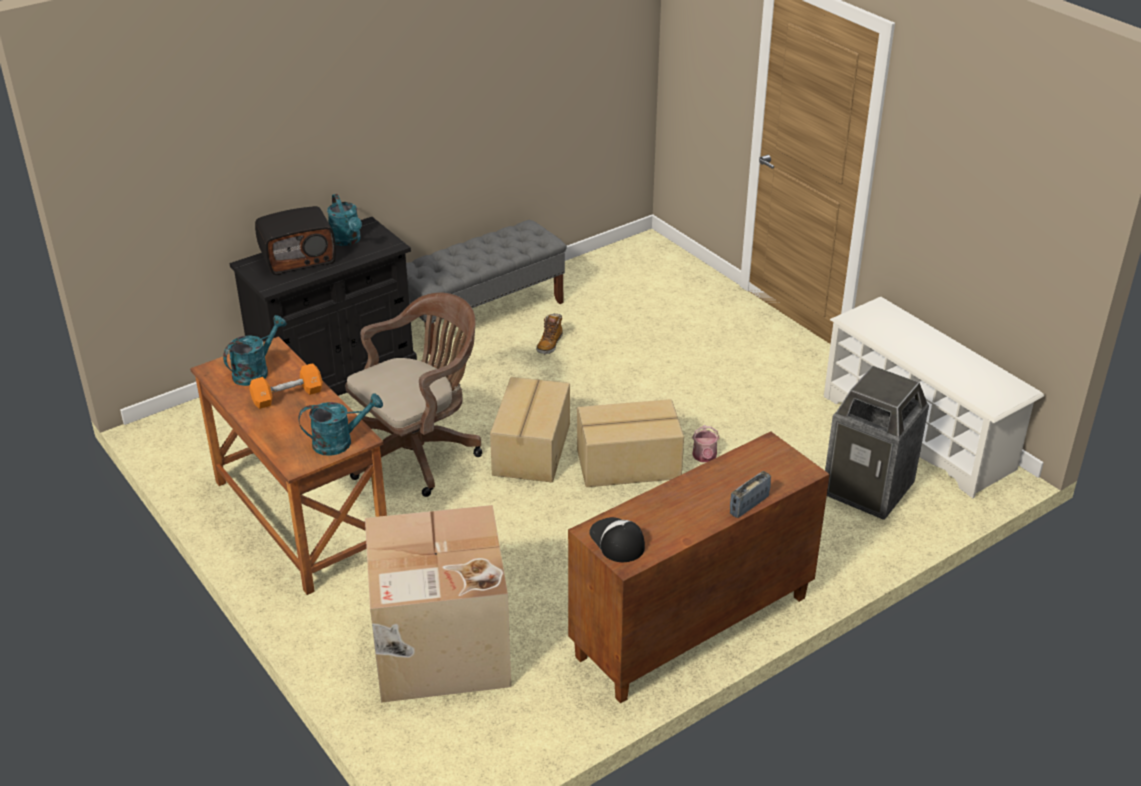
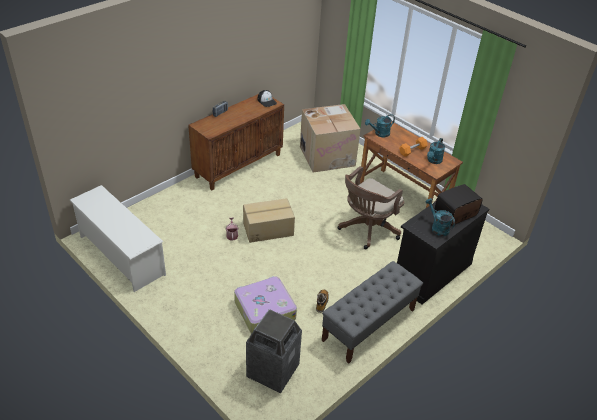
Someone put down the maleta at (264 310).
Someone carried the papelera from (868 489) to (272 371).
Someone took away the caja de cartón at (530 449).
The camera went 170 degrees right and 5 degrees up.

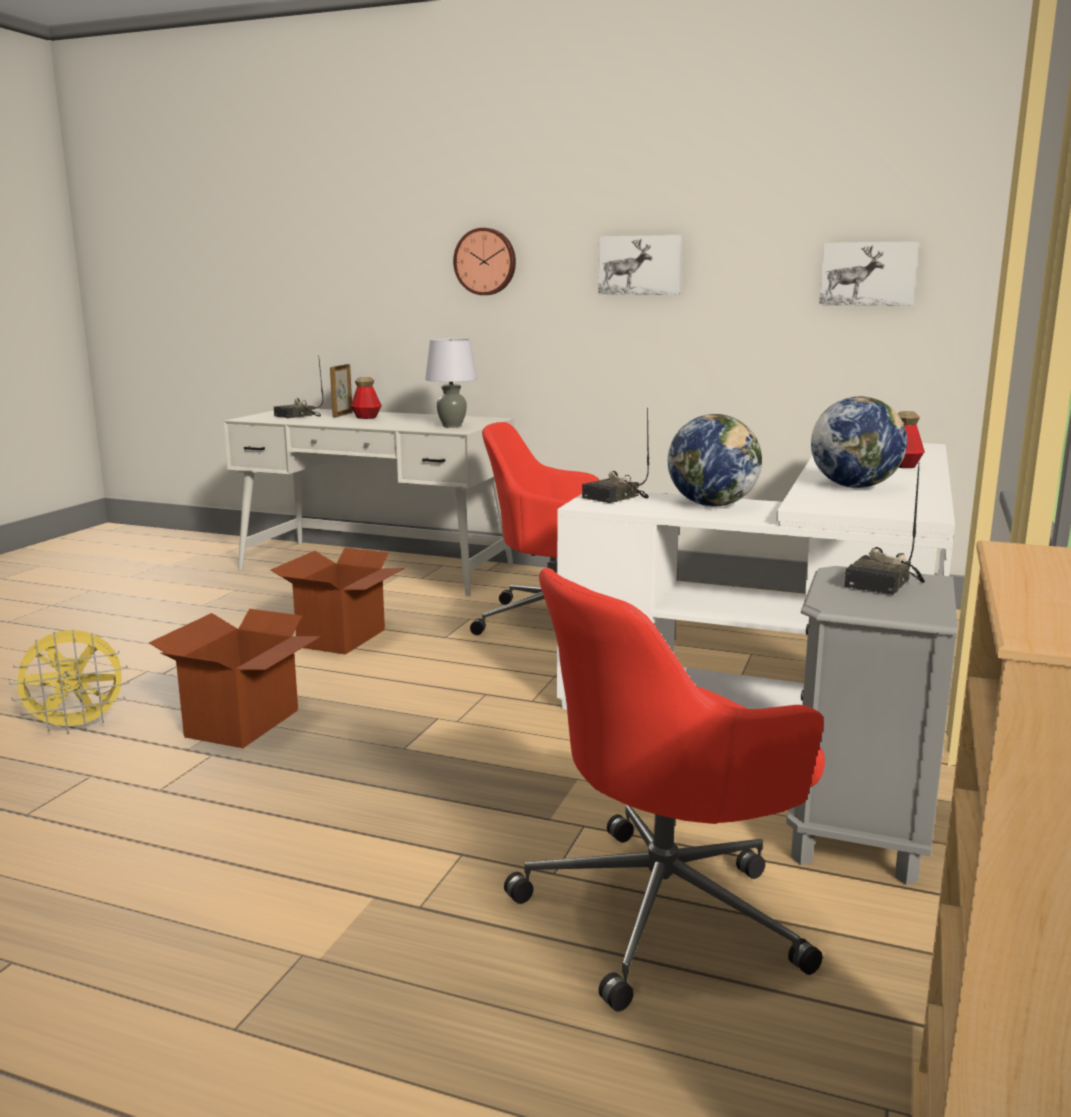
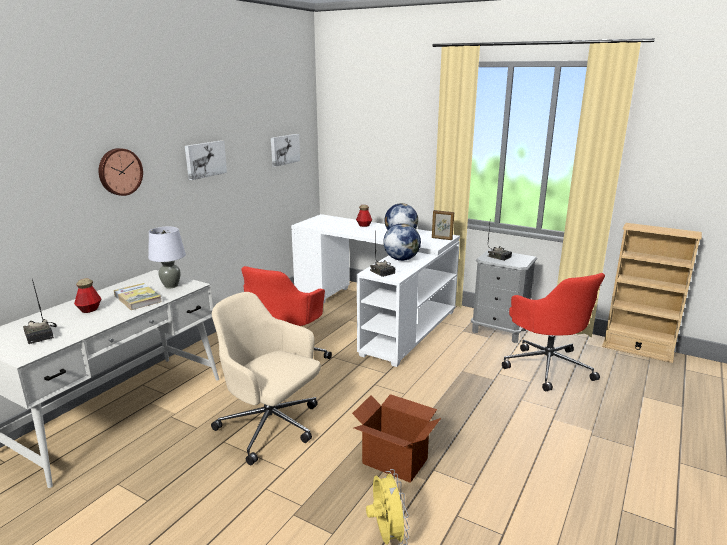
Someone put down the libro at (138 298).
Someone swapped the caja de cartón at (343 638) for the silla de oficina/beis at (271 427).
Someone carried the portarretratos from (342 415) to (442 239).
The camera went 80 degrees left and 5 degrees up.

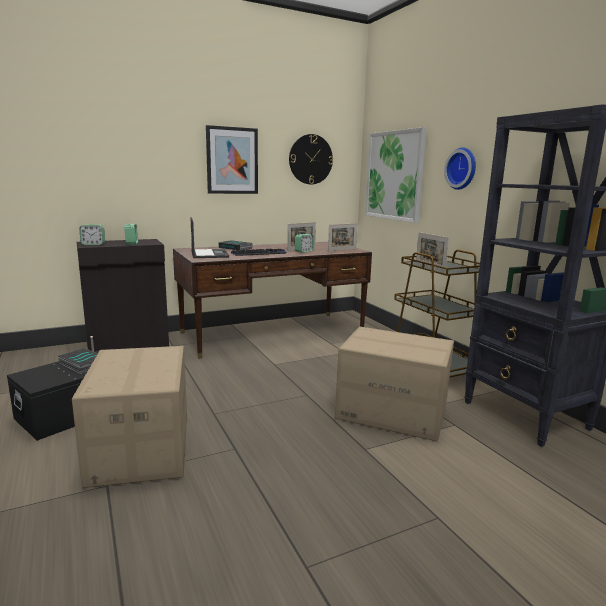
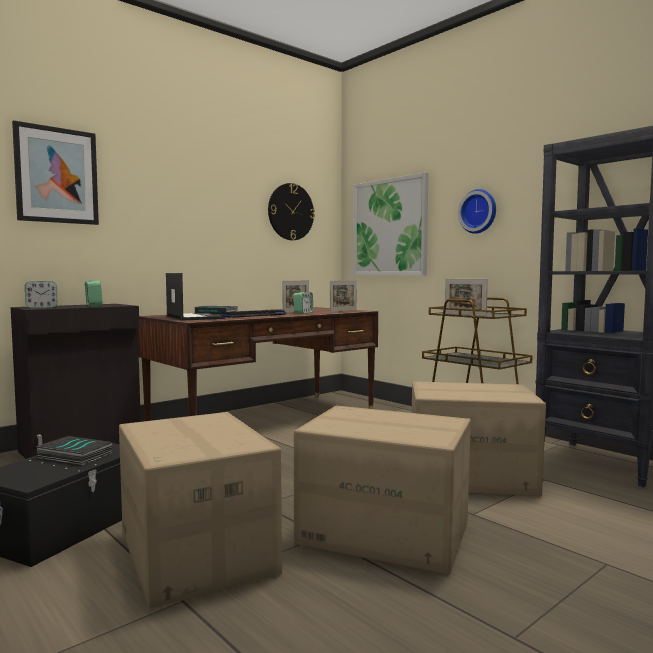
Someone carried the cuadro from (232 160) to (56 175).
Someone put down the caja de cartón at (385 533).
The camera went 15 degrees left and 10 degrees down.

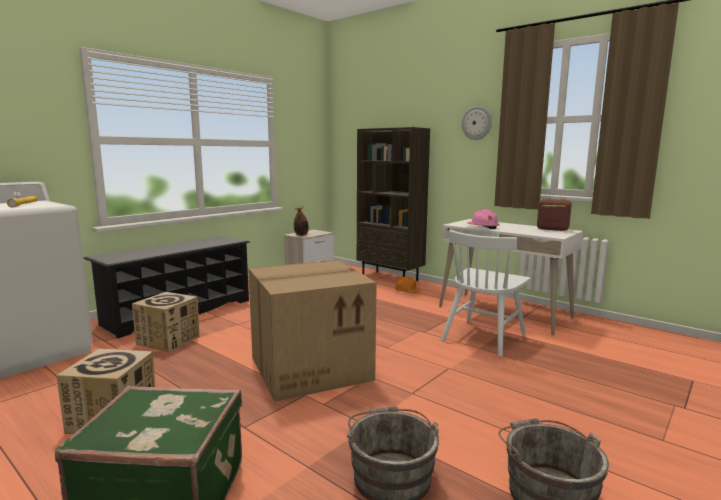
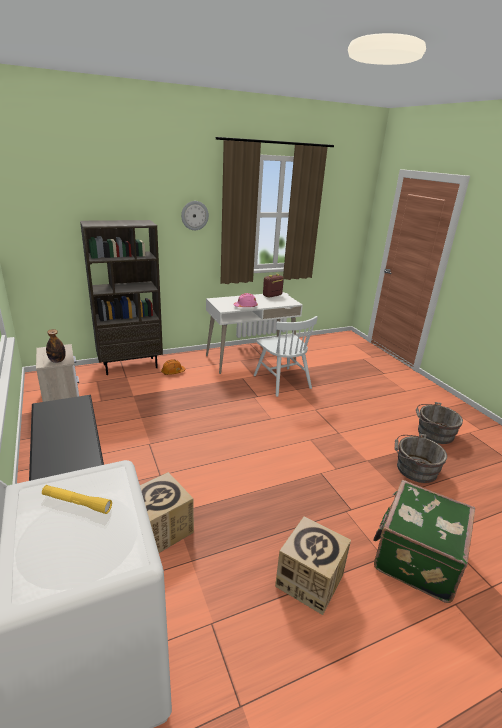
Someone took away the caja de cartón at (311 367).
The camera went 65 degrees left and 15 degrees up.

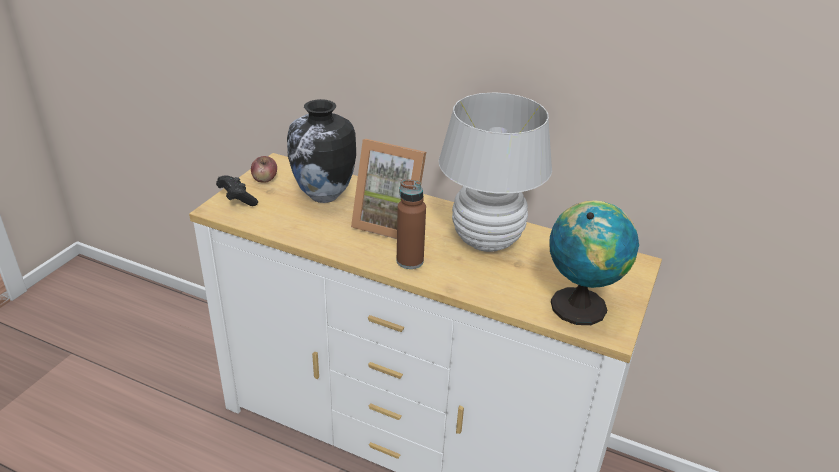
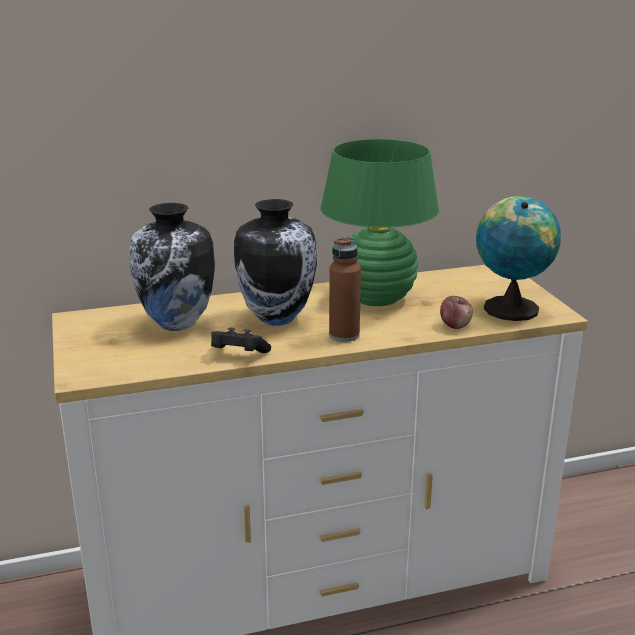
Someone carried the mando de consola/negro from (237 199) to (238 355).
Someone swapped the portarretratos at (390 222) for the florero at (277 318).
Someone repainted the lámpara de mesa/blanco at (486 240), which became the lámpara de mesa/verde at (376 298).
Someone carried the manzana from (265 179) to (455 325).
The camera went 40 degrees left and 10 degrees down.

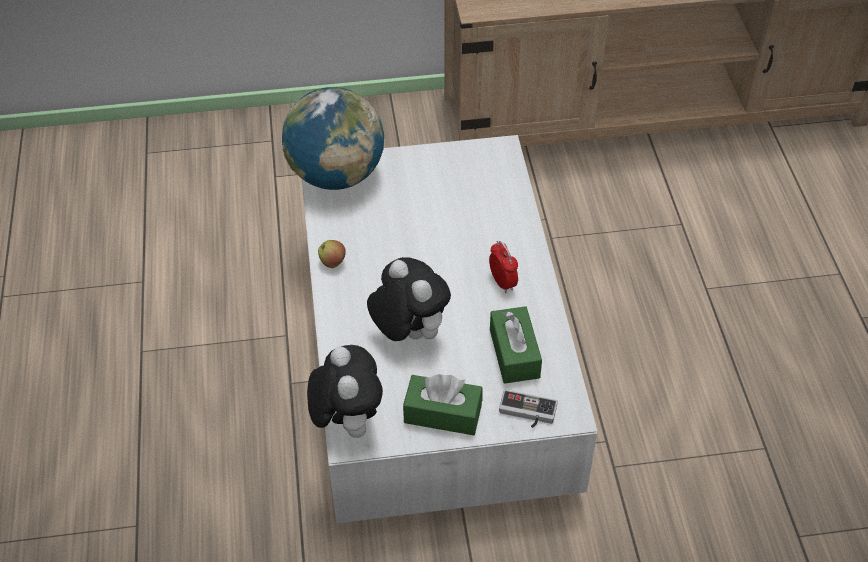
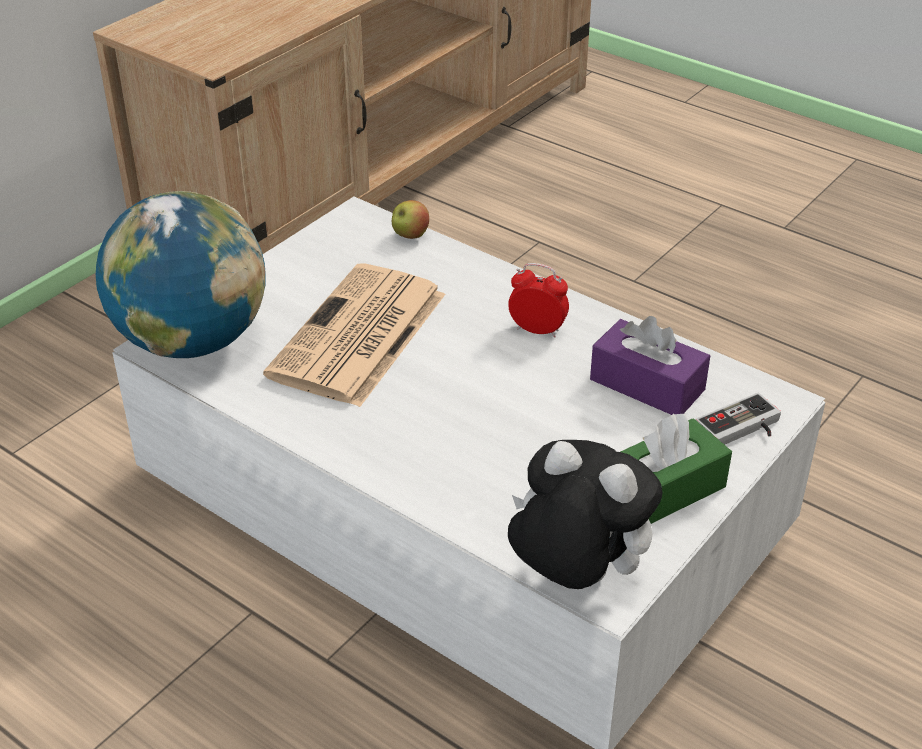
Someone put down the periódico at (358 337).
Someone carried the manzana from (332 263) to (410 235).
Someone repainted the caja de pañuelos/verde at (514 353), which became the caja de pañuelos/morado at (647 385).
Someone took away the peluche at (408 333).
The camera went 45 degrees left and 10 degrees down.

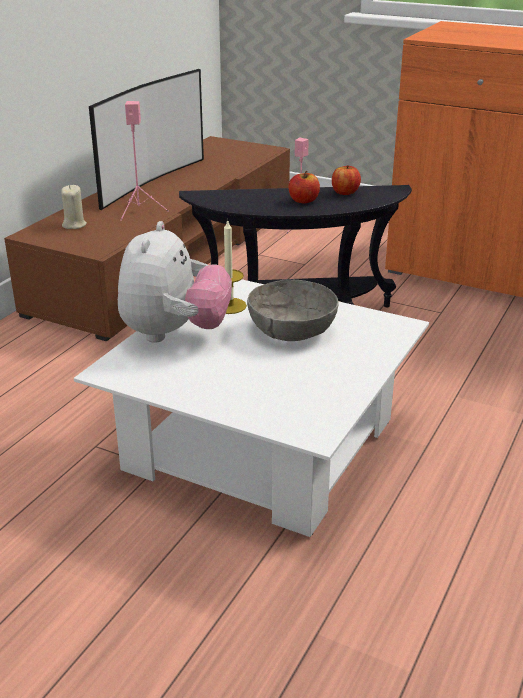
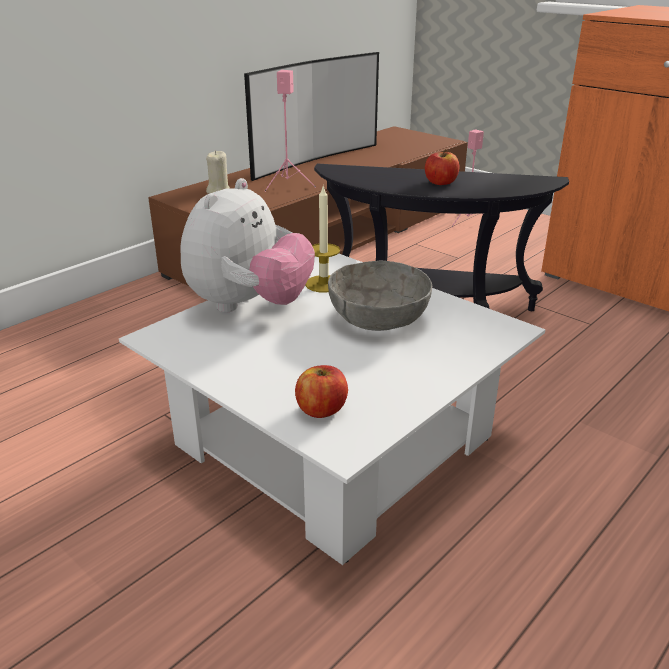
Someone carried the manzana from (345 192) to (321 409).
The camera went 15 degrees right and 0 degrees up.

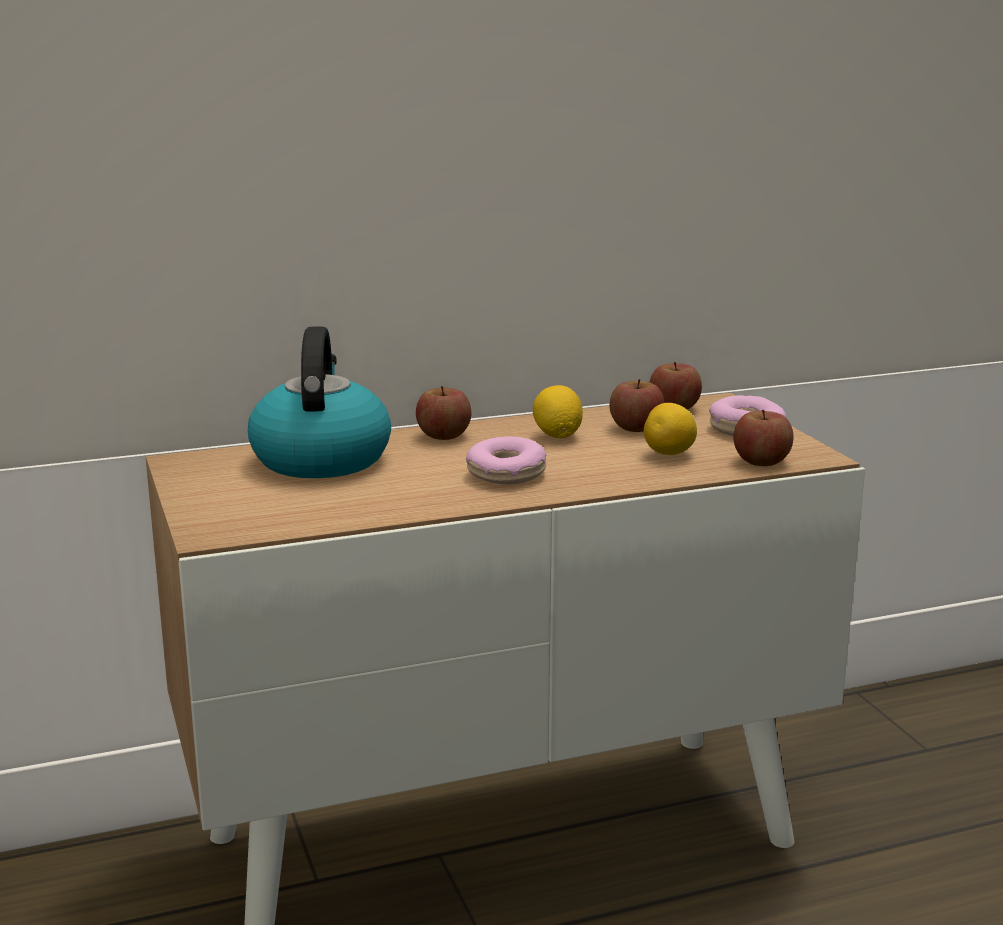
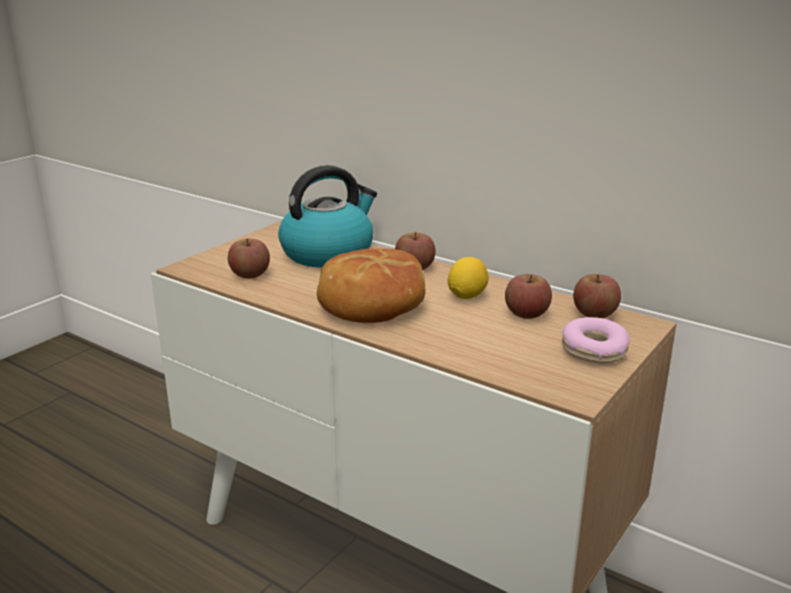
Someone carried the manzana from (761 461) to (250 274).
Someone swapped the rosquilla at (506 474) for the pan at (371 303).
Someone took away the limón at (669 454).
The camera went 55 degrees right and 5 degrees up.

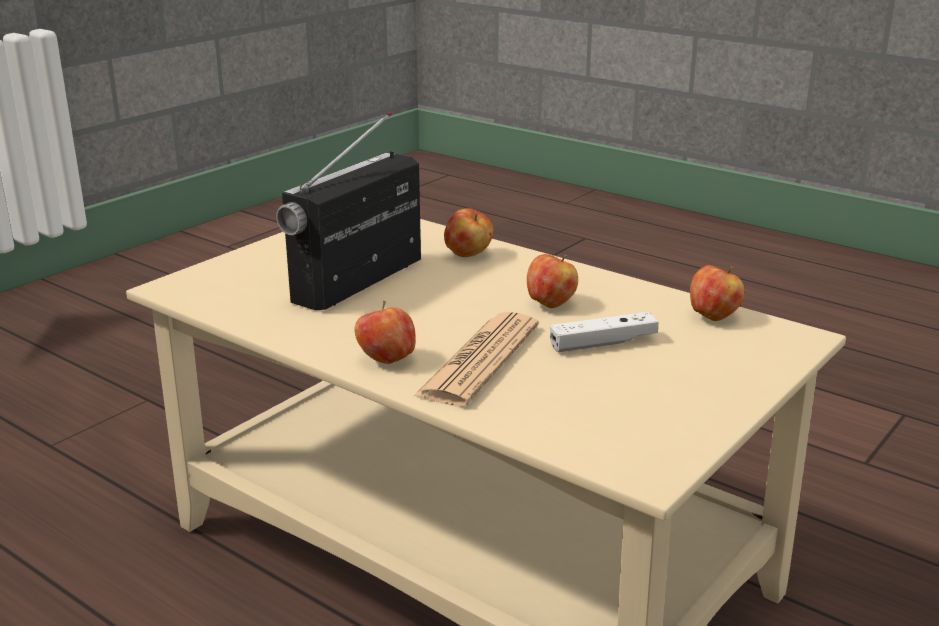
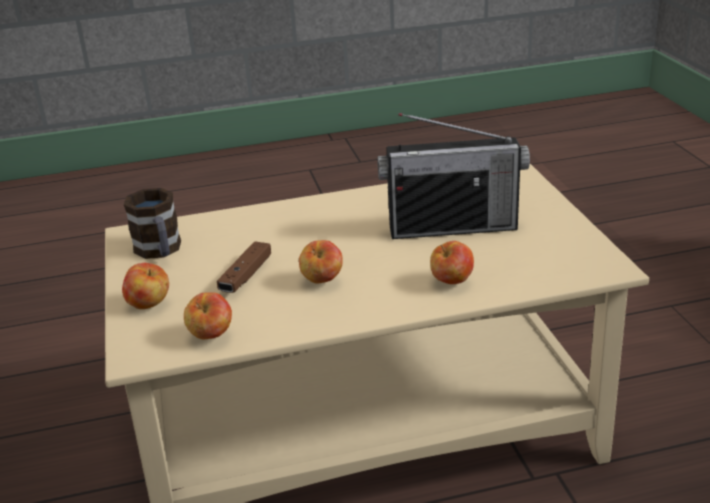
Someone carried the manzana from (386 360) to (149 304).
Someone put down the taza grande at (160 251).
Someone repainted the mando de consola/blanco at (603 343), which became the mando de consola/marrón at (246 276).
Someone rotated the radio at (359 281) by 105 degrees clockwise.
Someone took away the periódico at (479 360).
The camera went 130 degrees right and 5 degrees up.

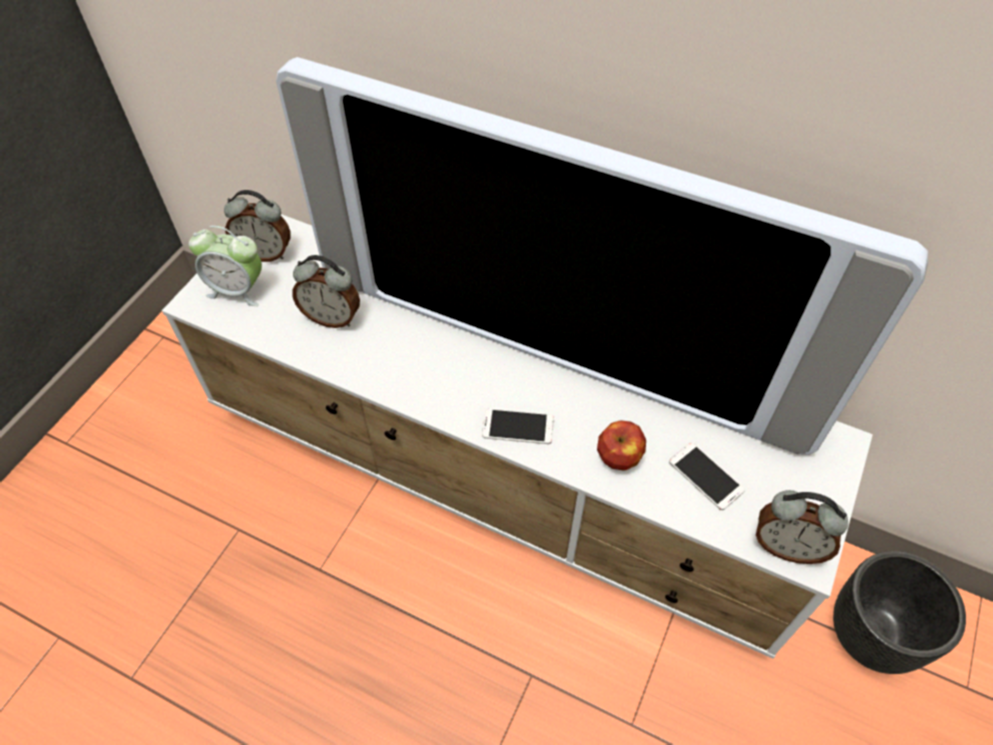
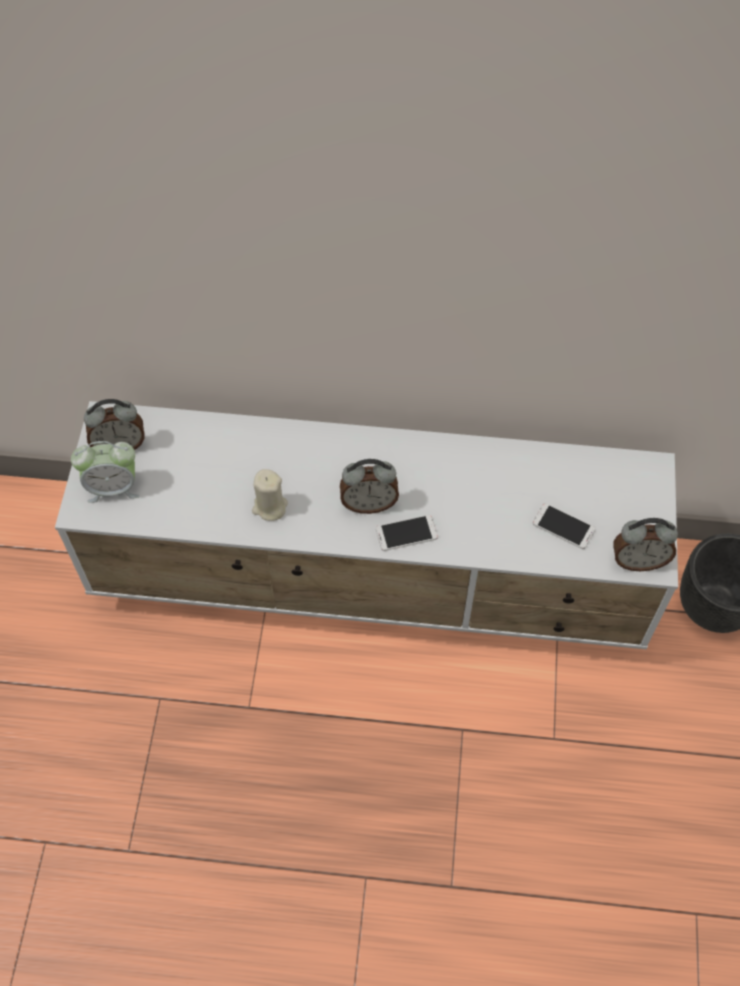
Someone put down the vela/beis at (269 507).
Someone carried the despertador from (332 317) to (369 503).
Someone took away the televisor at (559 343).
Someone took away the manzana at (619 456).
The camera went 20 degrees left and 5 degrees up.

